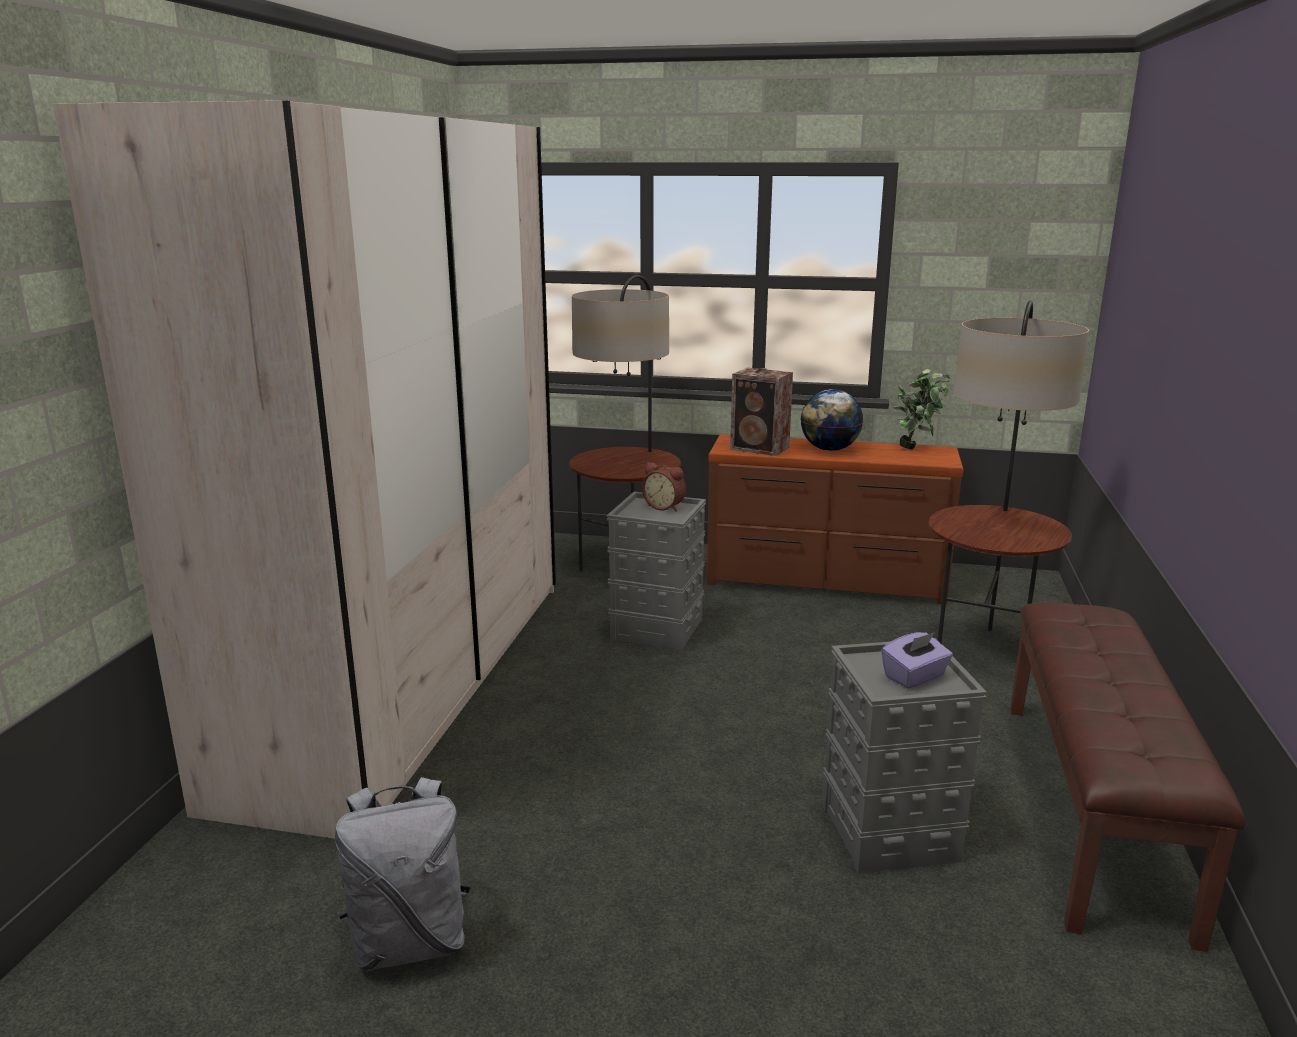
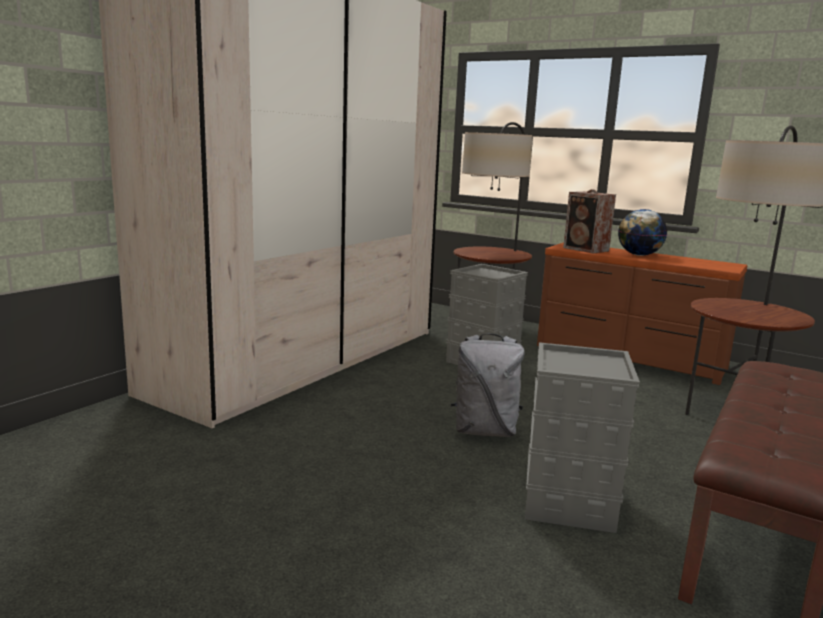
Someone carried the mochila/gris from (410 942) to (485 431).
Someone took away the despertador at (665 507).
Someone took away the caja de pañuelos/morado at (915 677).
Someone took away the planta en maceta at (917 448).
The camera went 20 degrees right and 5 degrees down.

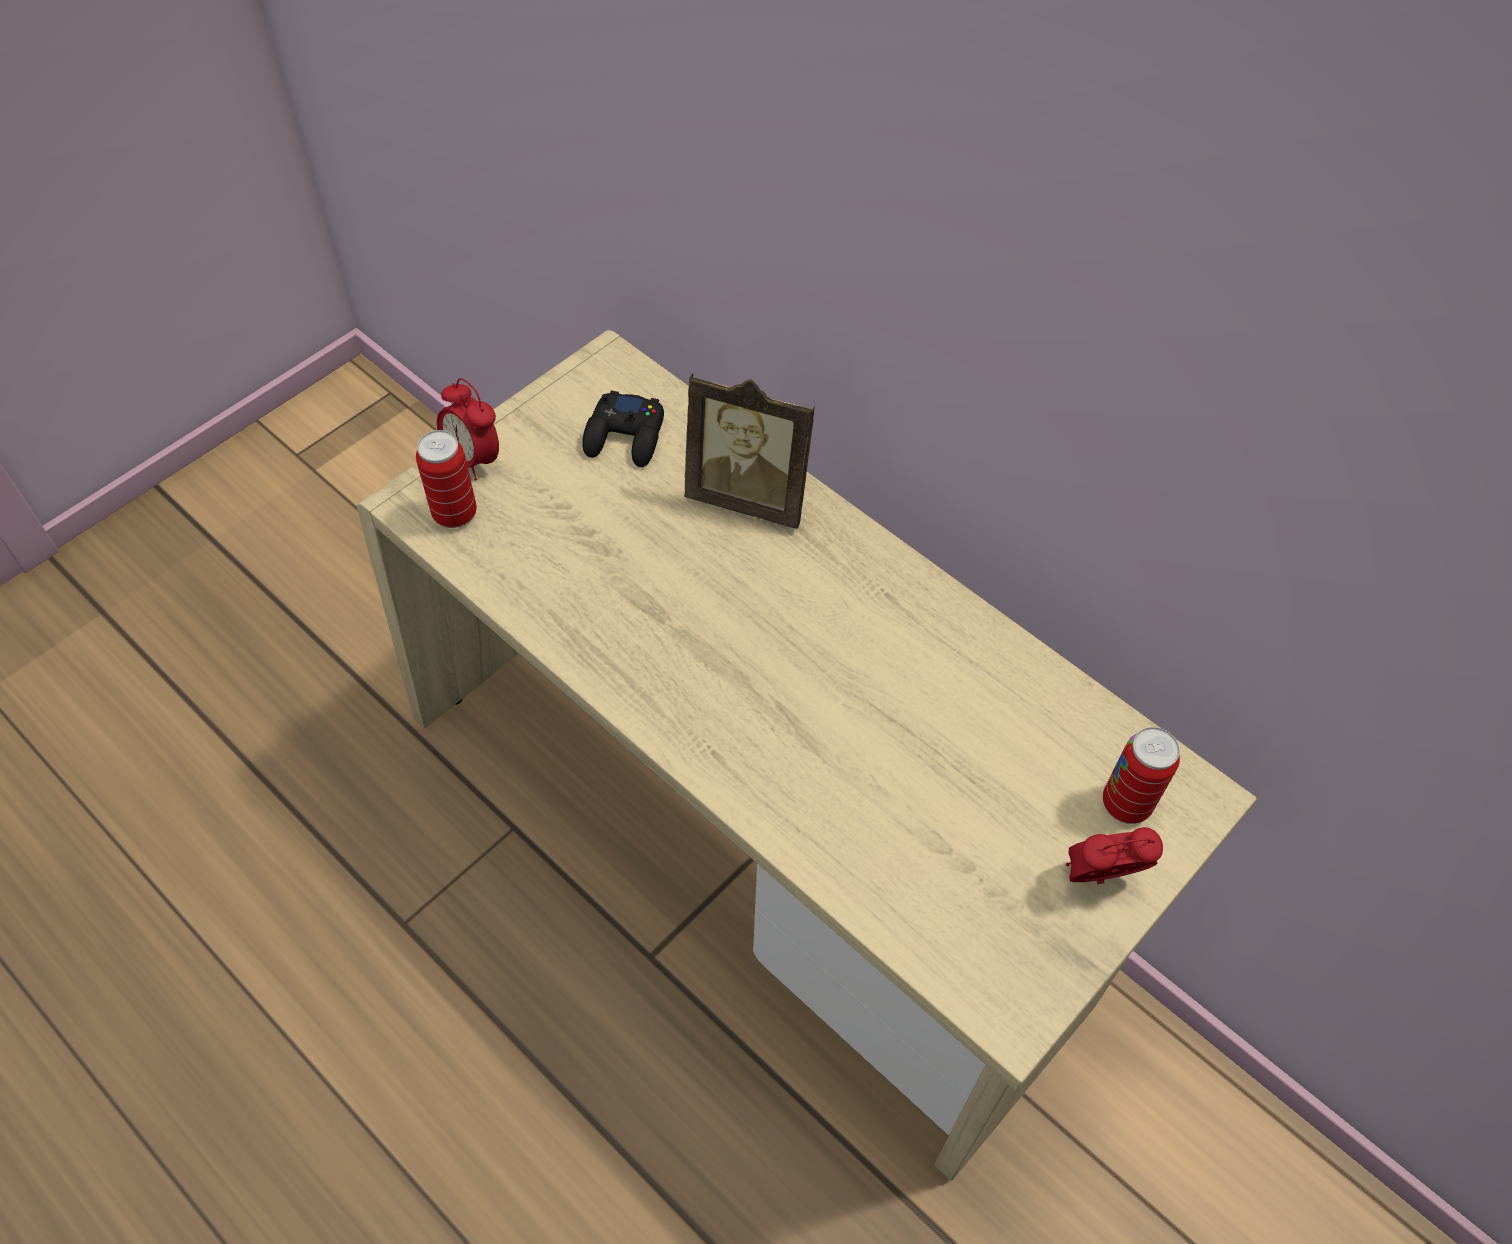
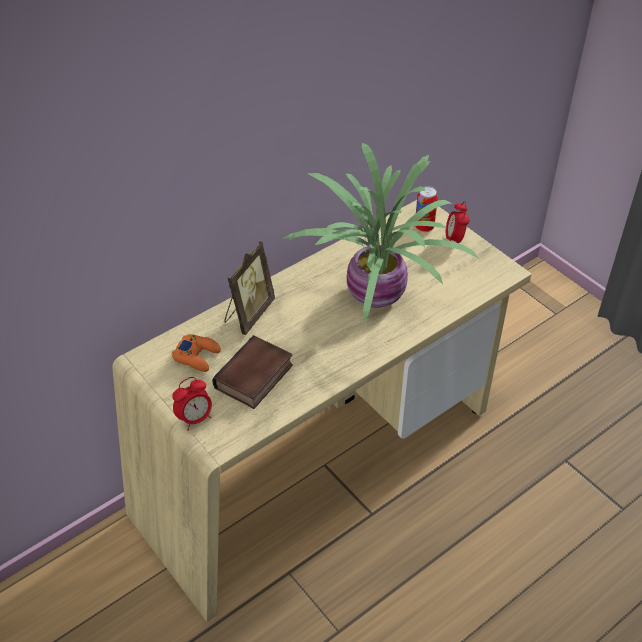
Someone repainted the mando de consola/negro at (625 437), which became the mando de consola/naranja at (197 356).
Someone put down the libro at (255 378).
Someone put down the planta en maceta at (374 297).
Someone took away the lata at (455 513).
The camera went 80 degrees left and 10 degrees down.

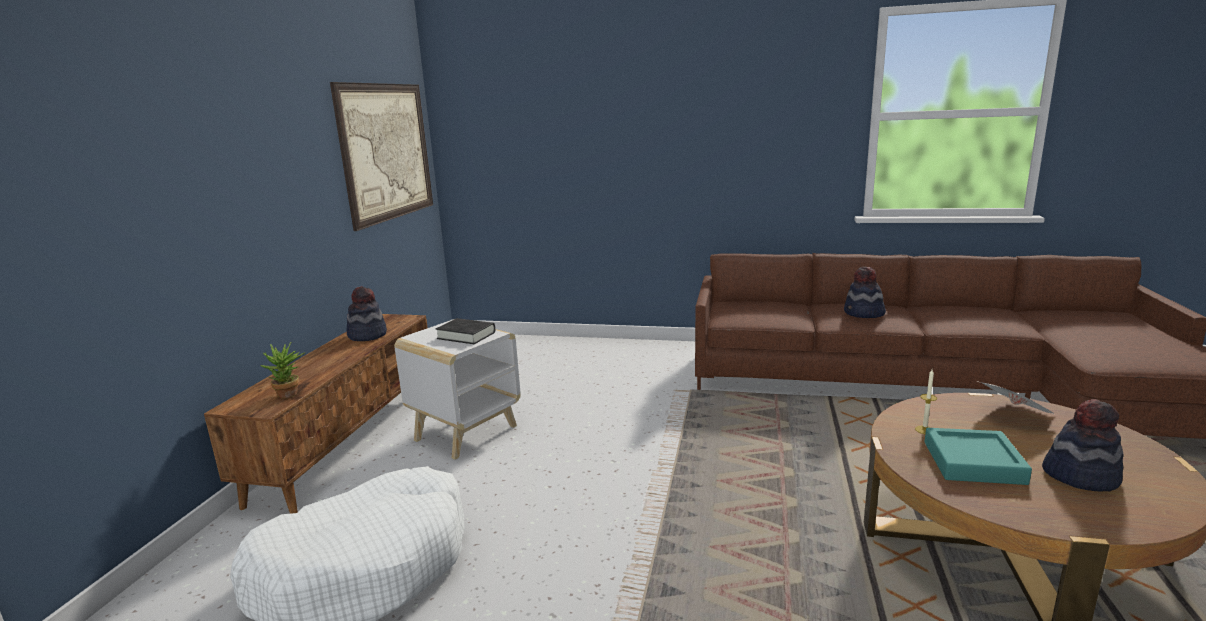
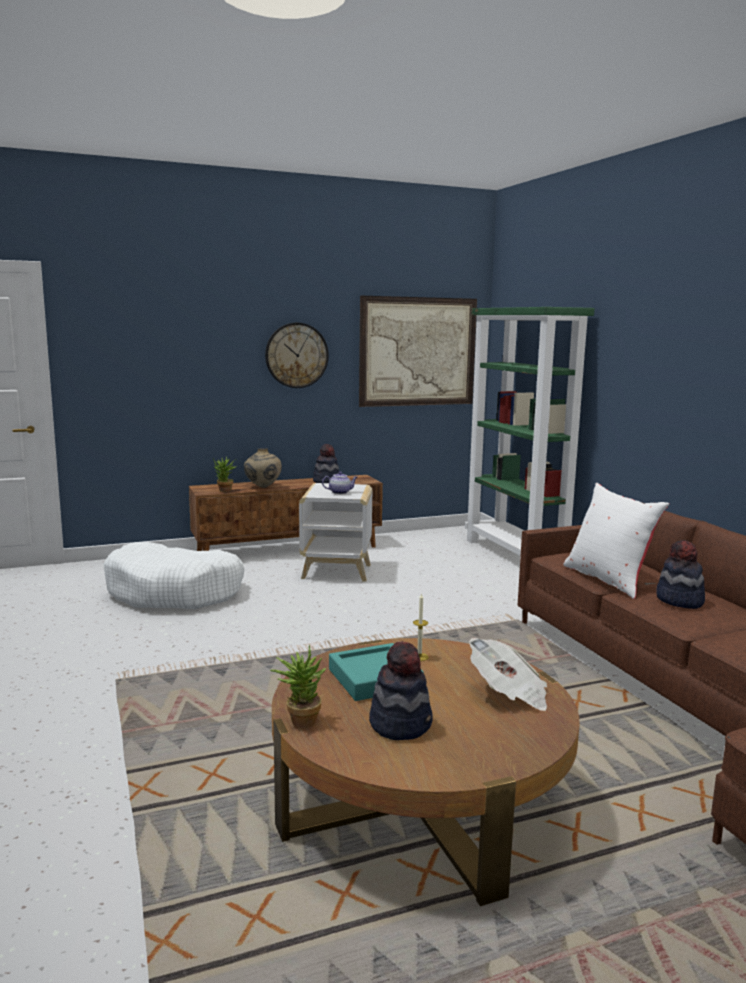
Someone put down the florero/beis at (263 487).
Someone put up the reloj de pared at (296 355).
Someone put down the planta en maceta at (299 720).
Someone swapped the libro/negro at (466 335) for the tetera at (340 492).
Someone put down the estantería/verde at (515 555).
Someone put down the cojín/blanco at (608 580).
The camera went 55 degrees right and 5 degrees down.

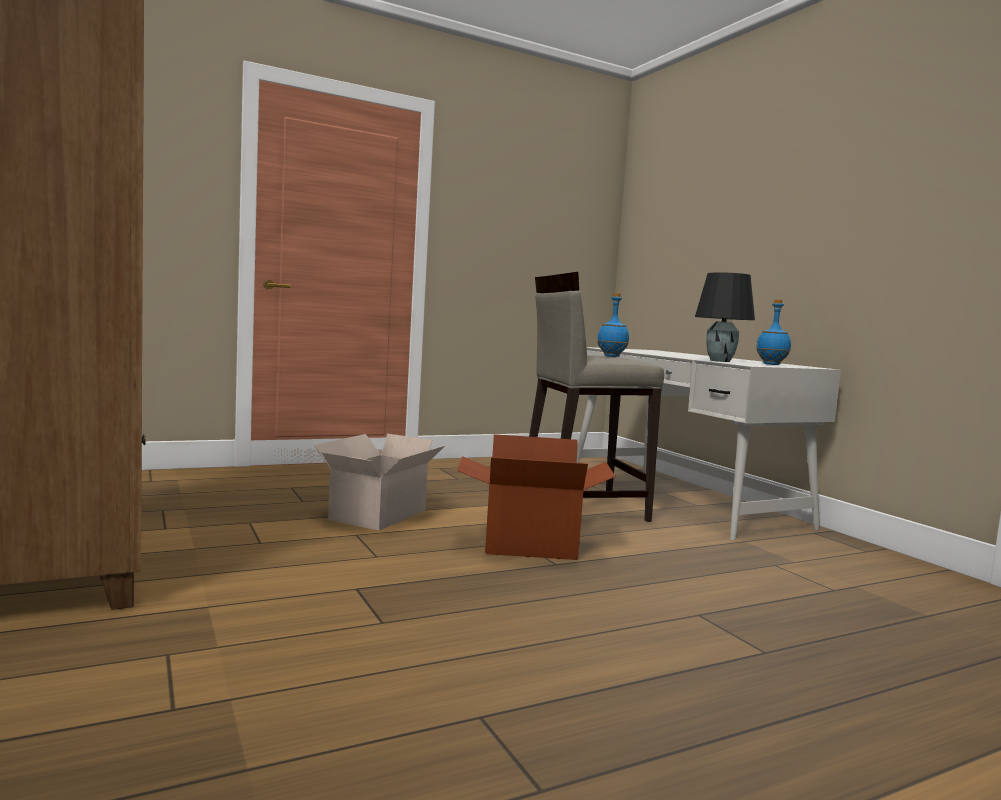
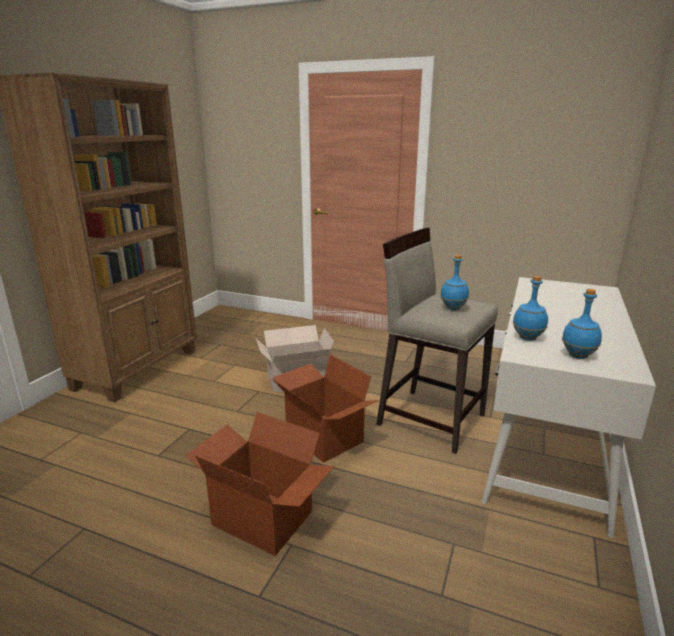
Someone put down the caja de cartón at (264 517).
Someone swapped the lámpara de mesa/negro at (719 361) for the botella/azul at (527 338).
The camera went 50 degrees right and 15 degrees up.

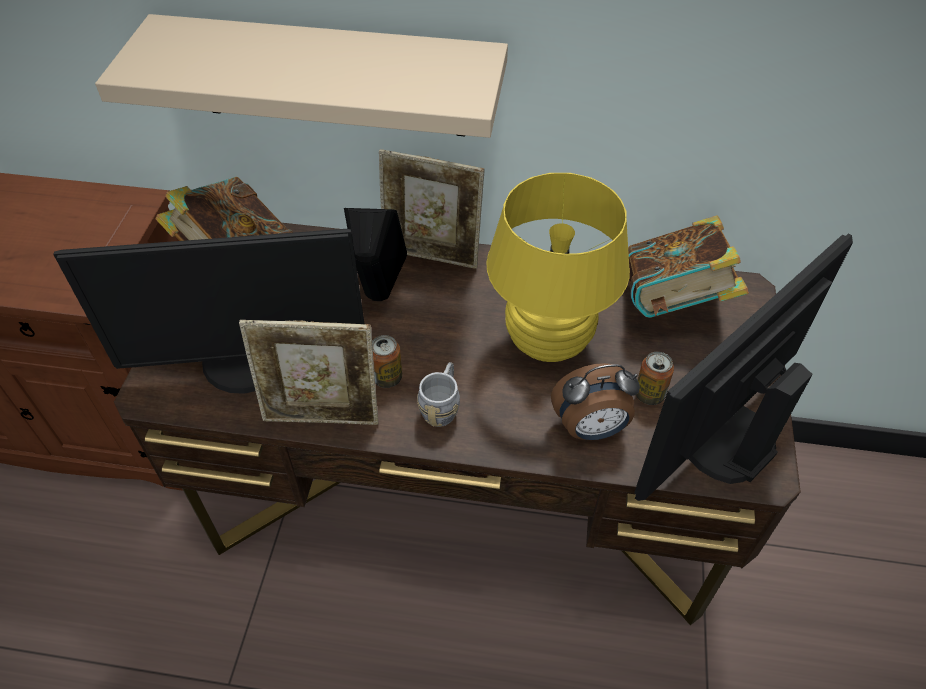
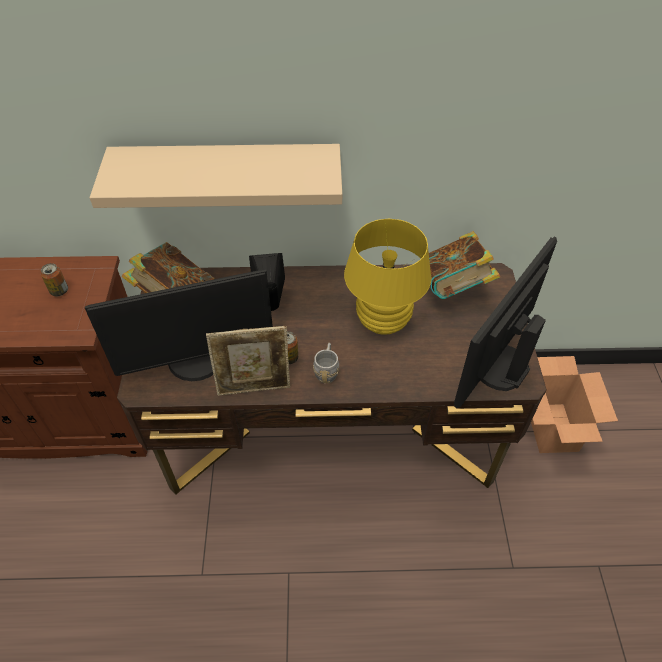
Someone carried the lata from (649 394) to (59 291).
Someone put down the caja de cartón at (552 429).
Someone took away the portarretratos at (432 256).
Someone took away the despertador at (590 429).
The camera went 10 degrees left and 0 degrees up.

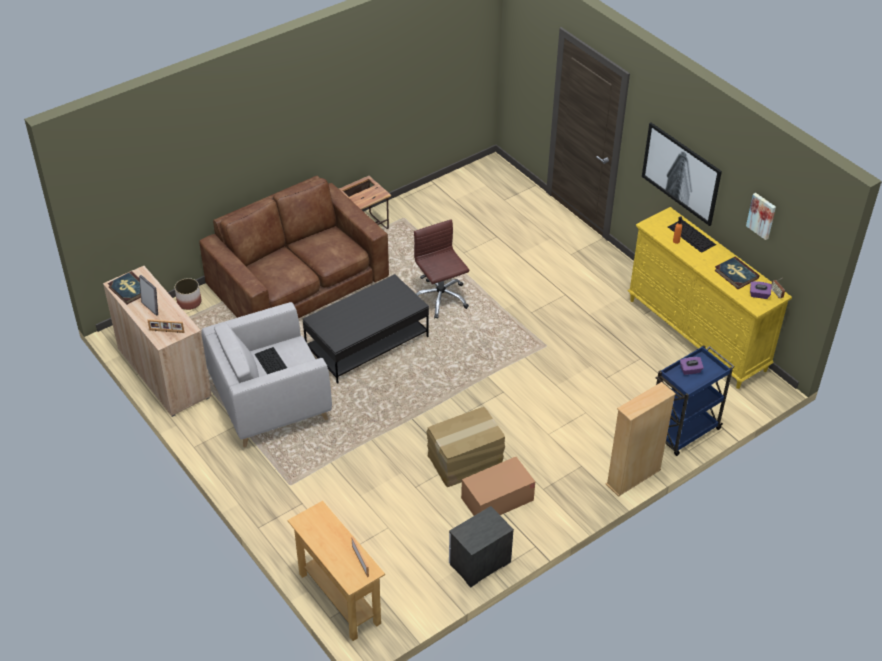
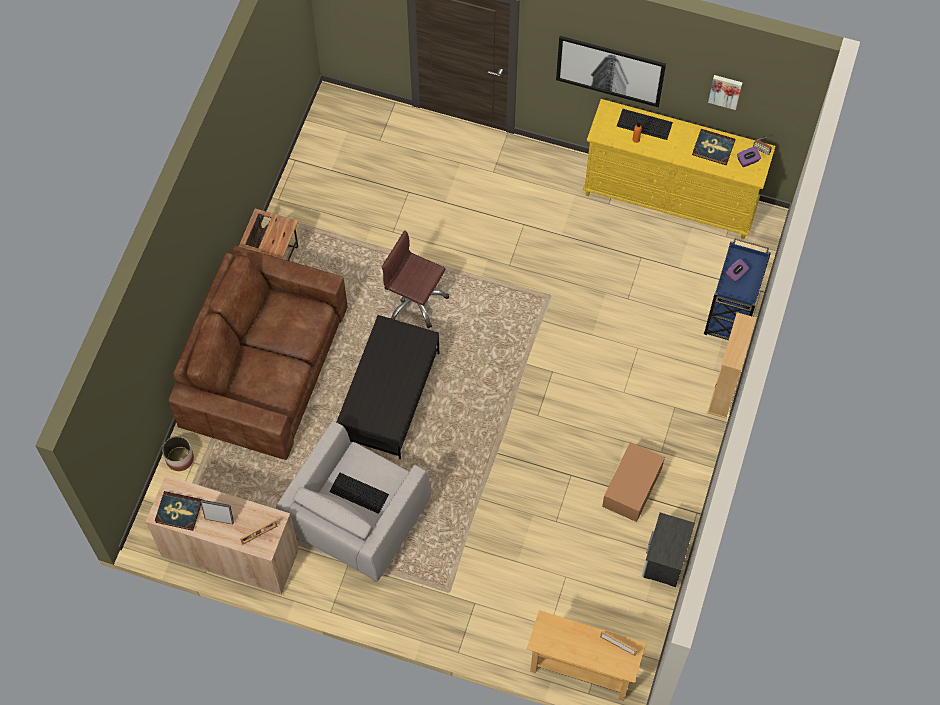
Someone took away the caja de cartón at (465 461).
The camera went 35 degrees left and 20 degrees up.

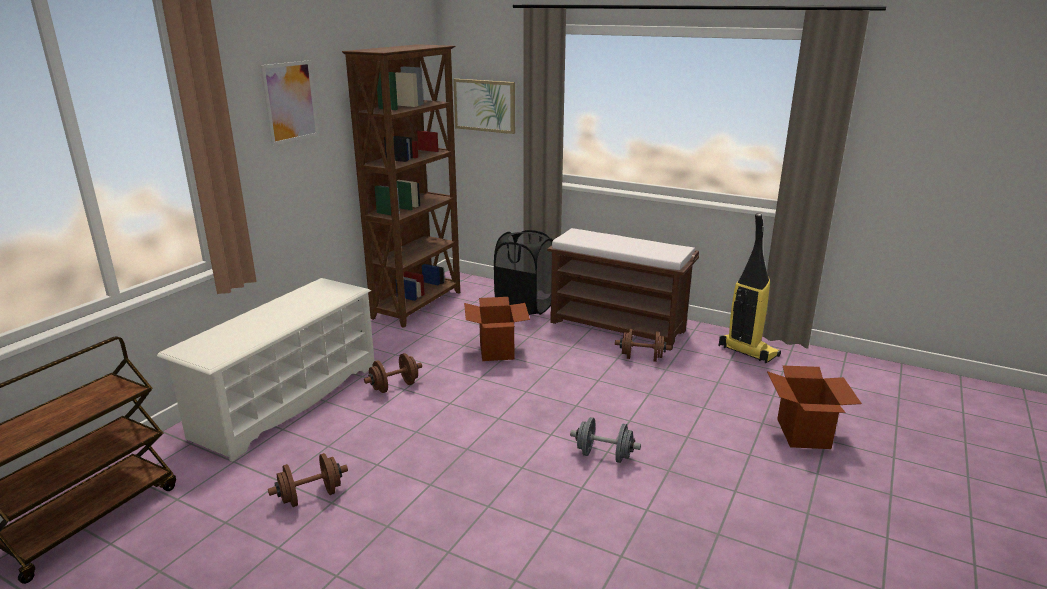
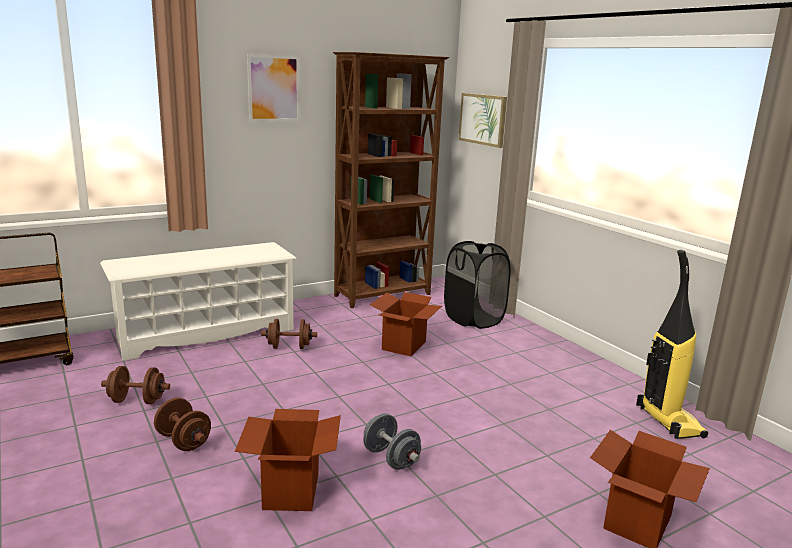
Someone carried the mancuerna/marrón from (641 358) to (183 441).
Someone put down the caja de cartón at (291 490).
Someone took away the banco/marrón at (618 326).
The camera went 30 degrees right and 5 degrees down.

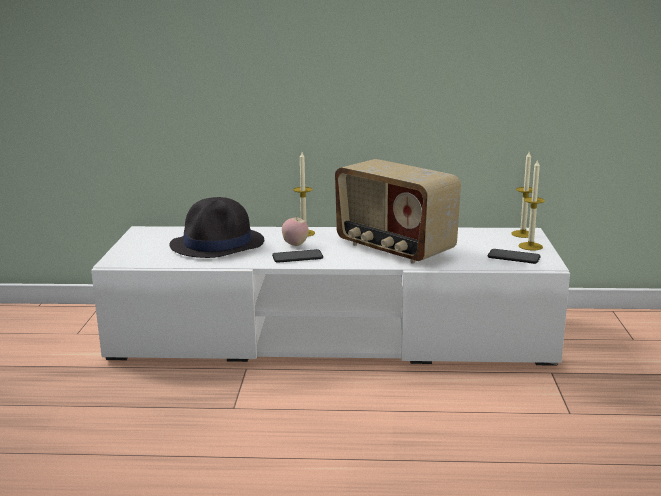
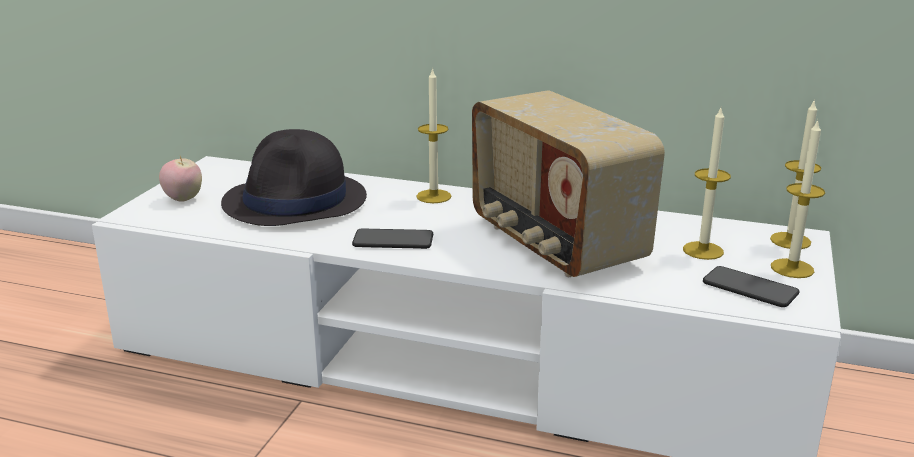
Someone carried the manzana from (295 244) to (183 199).
Someone put down the vela at (703 250).
The camera went 15 degrees right and 5 degrees up.

